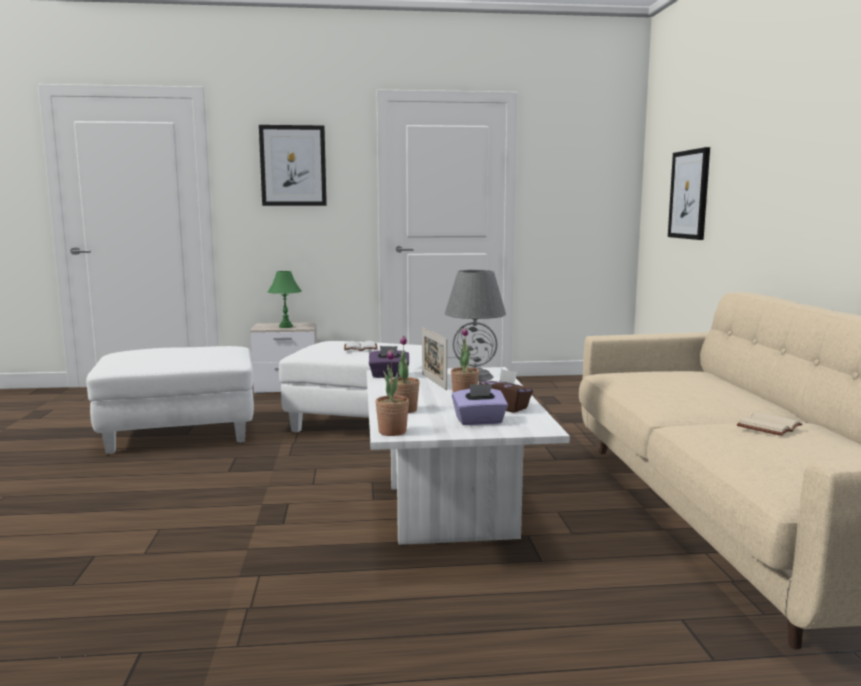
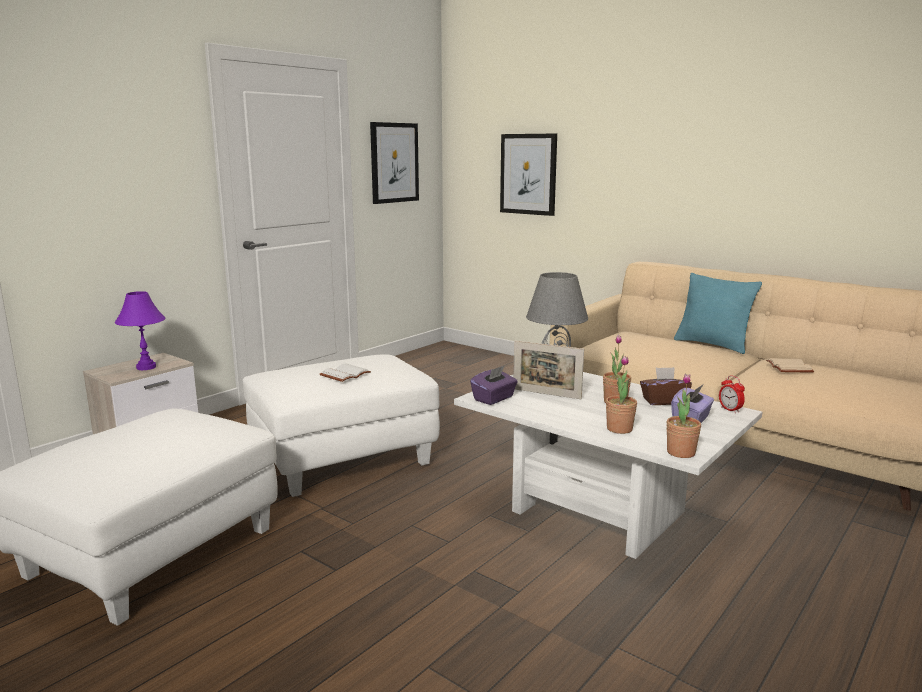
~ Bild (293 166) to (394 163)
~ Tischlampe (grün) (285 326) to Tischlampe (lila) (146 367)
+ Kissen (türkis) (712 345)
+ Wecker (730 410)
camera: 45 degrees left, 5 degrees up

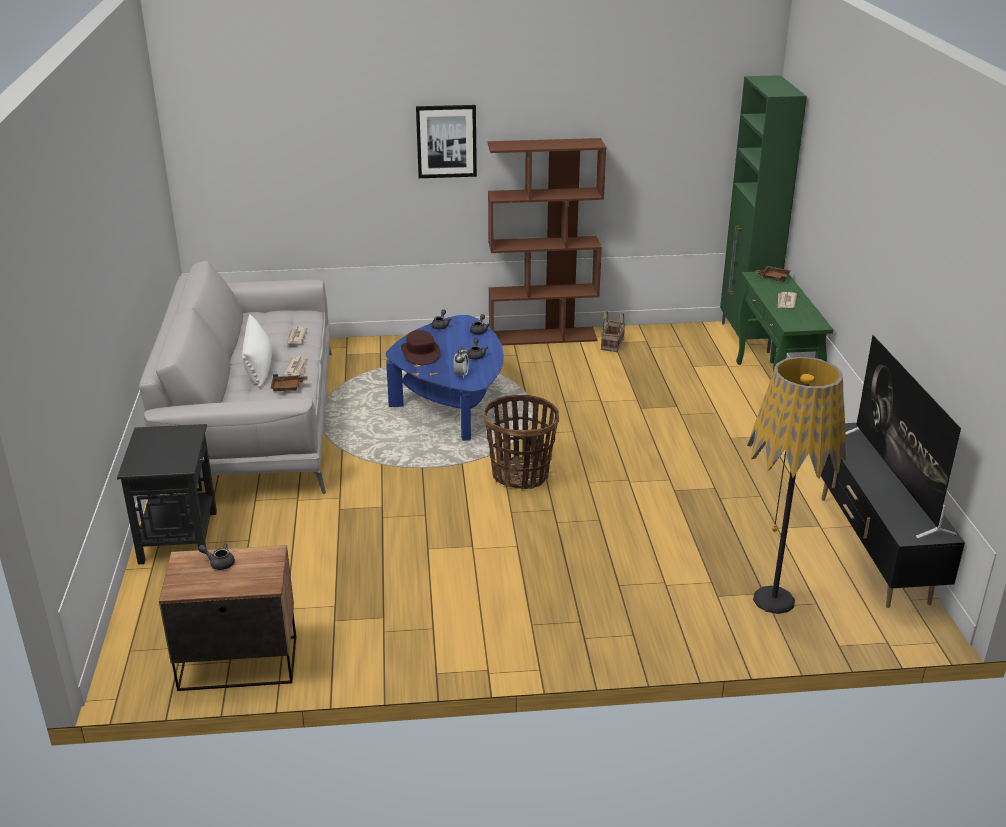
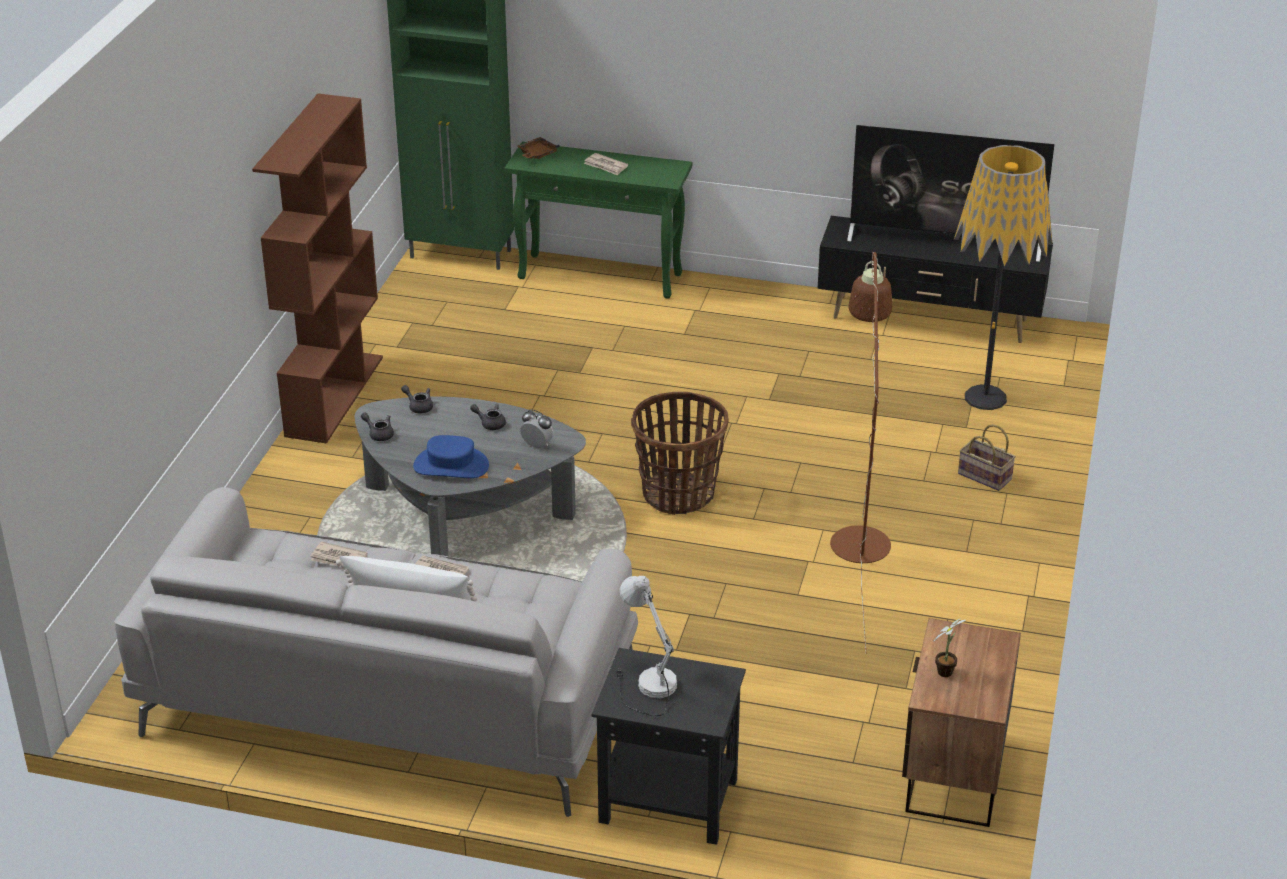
- Bild (446 141)
~ Korb (612 344) to (983 476)
~ Couchtisch (blau) (452 402) to Couchtisch (grau) (465 509)
~ Hut (braun) (420 353) to Hut (blau) (451 465)
- Tablett (braun) (288 387)
~ Teekanne (grau) (219 563) to Topfpflanze (946 671)
+ Stehlampe (braun) (859 534)
+ Tischlampe (weiß) (644 685)
camera: 70 degrees left, 5 degrees up

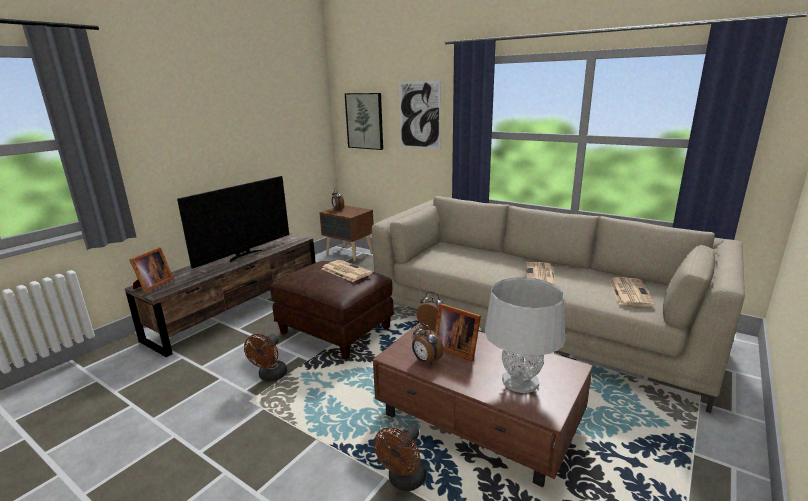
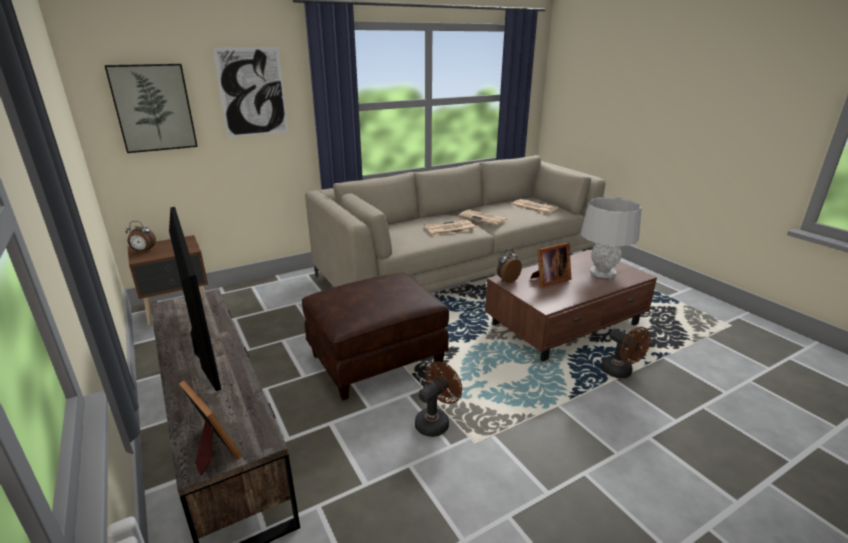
~ Zeitung (345 271) to (449 228)
- Wecker (426 361)
~ Ventilator (braun) (270 376) = (435 421) 90 degrees counterclockwise
camera: 65 degrees left, 5 degrees up

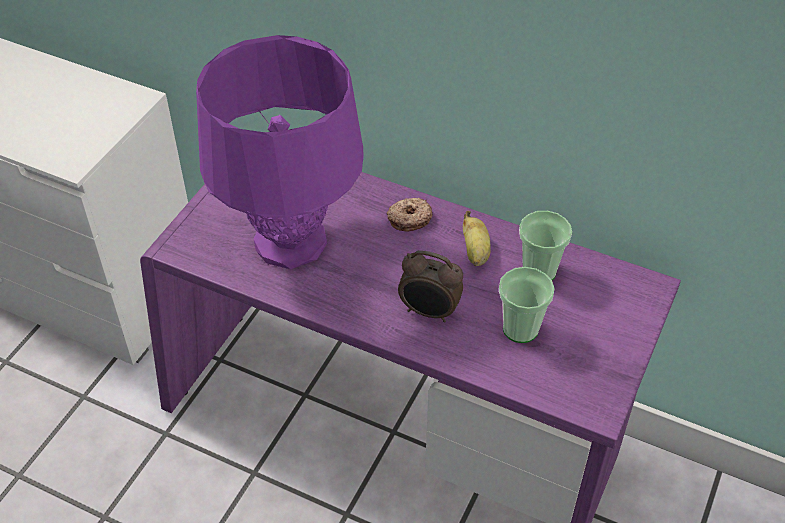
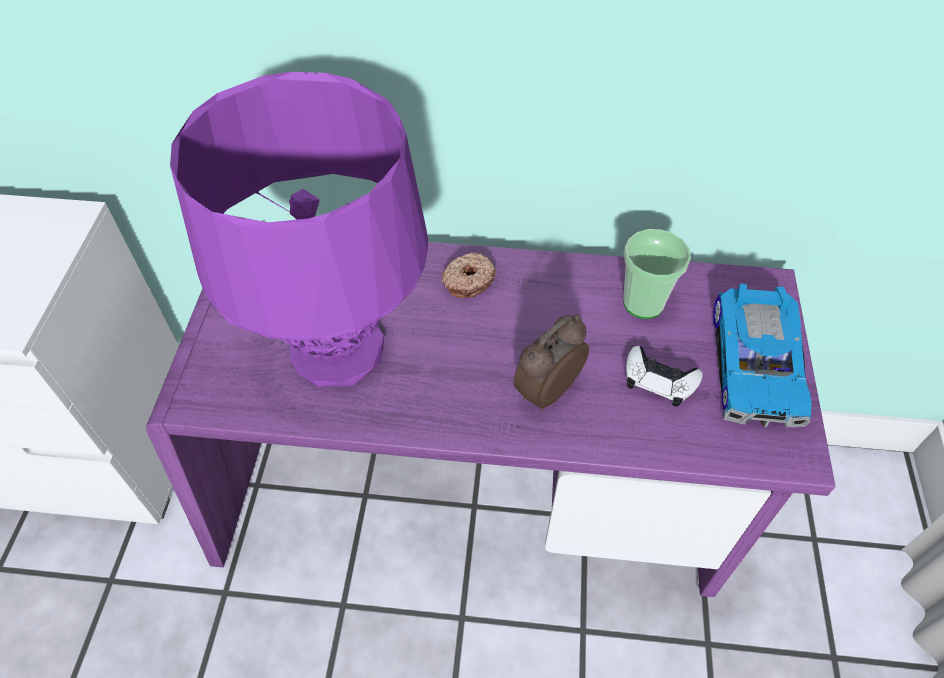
- Banane (475 252)
~ Wecker (429 312) = (546 391) 135 degrees clockwise
~ Tasse (520 329) to Gamepad (weiß) (659 380)
+ Spielzeugauto (758 364)
camera: 20 degrees left, 5 degrees up

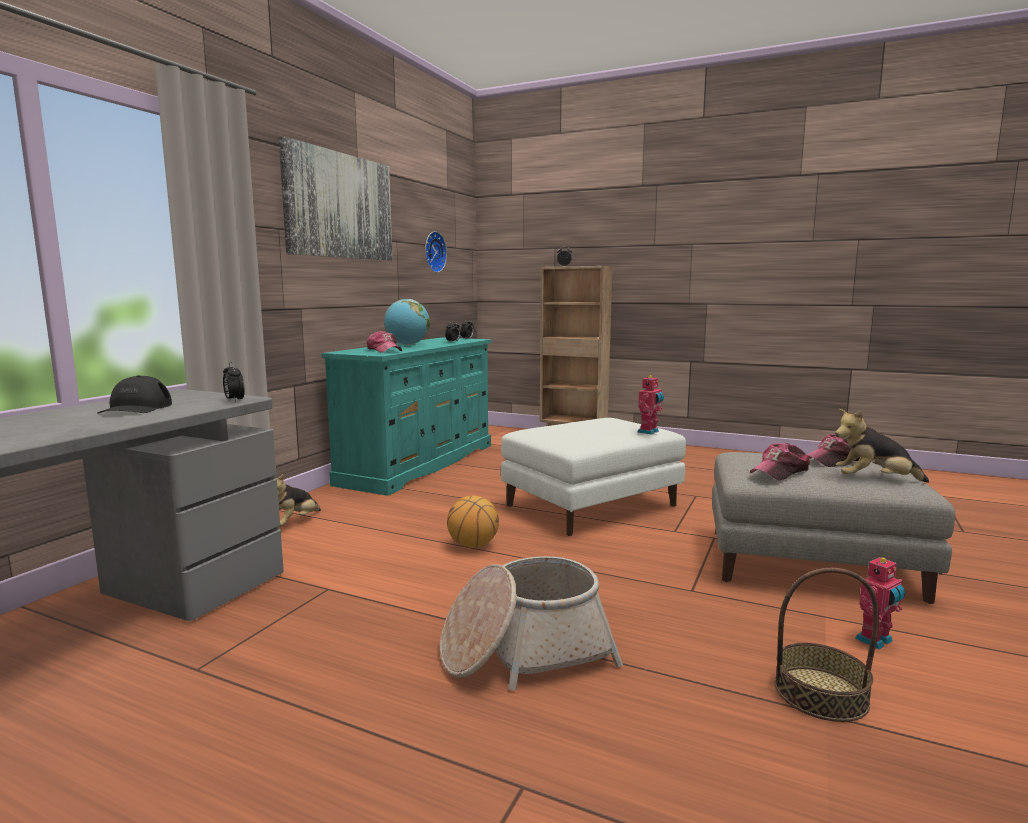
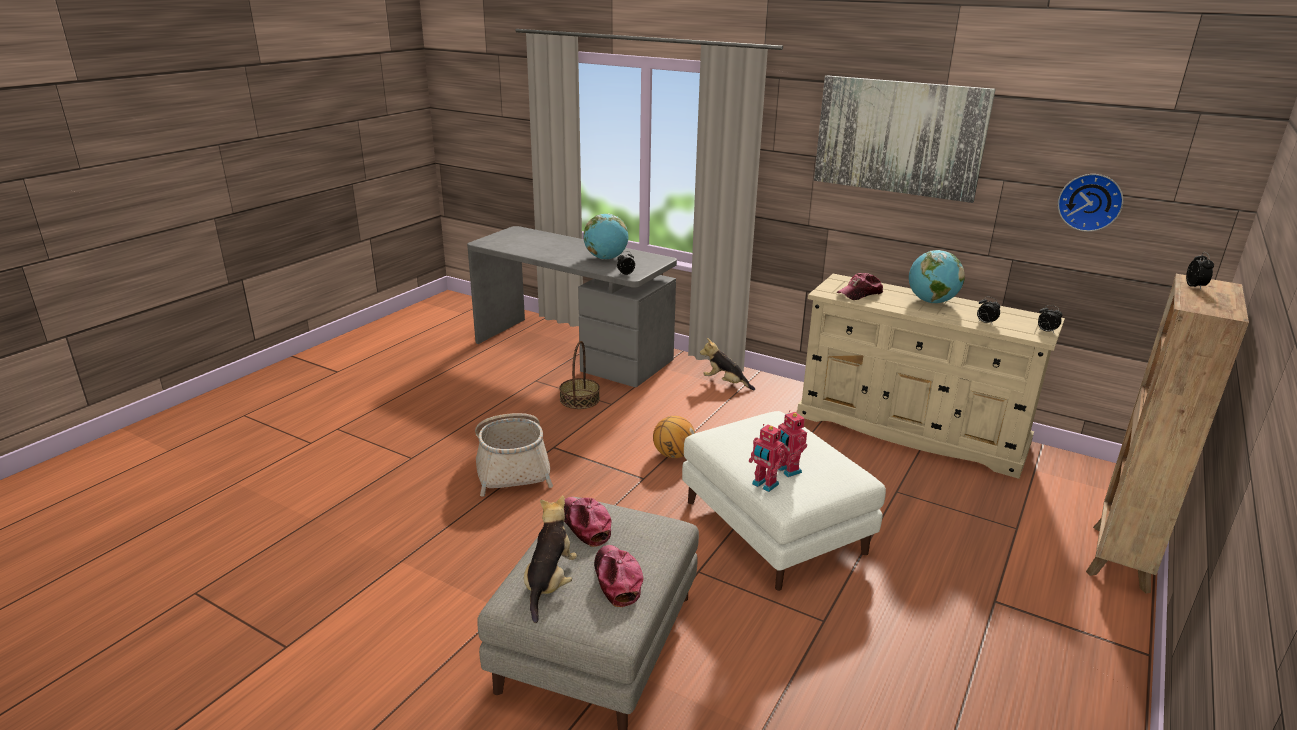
~ Kommode (türkis) (420 463) to Kommode (beige) (912 430)
~ Kappe (schwarz) (136 408) to Globus (606 258)
~ Spielzeugroboter (876 641) to (787 470)
~ Korb (820 693) to (579 399)
camera: 95 degrees right, 15 degrees up

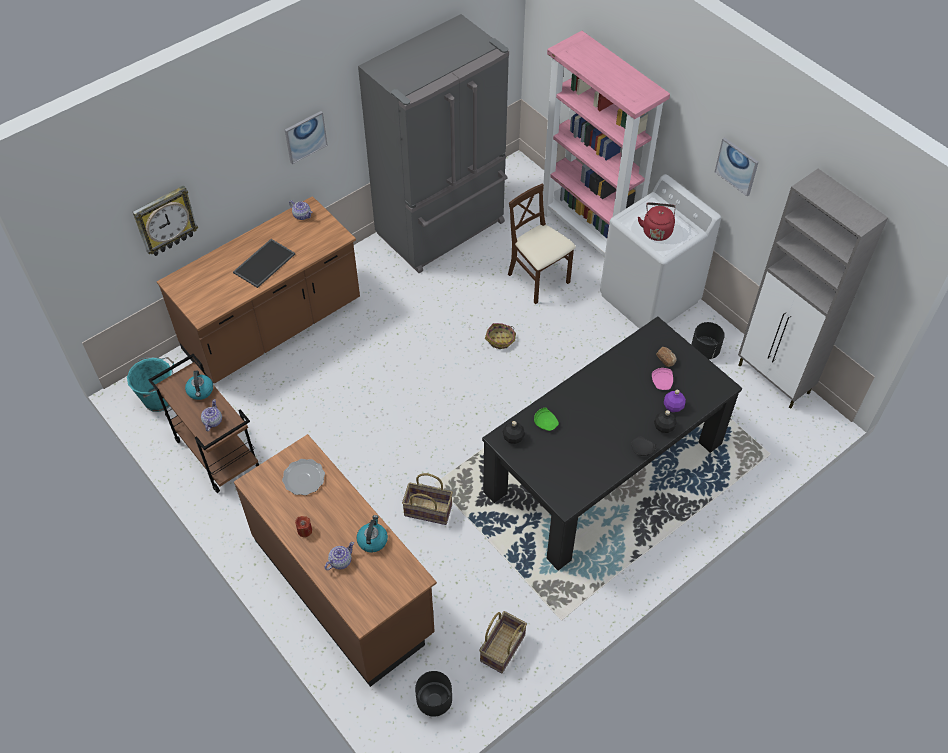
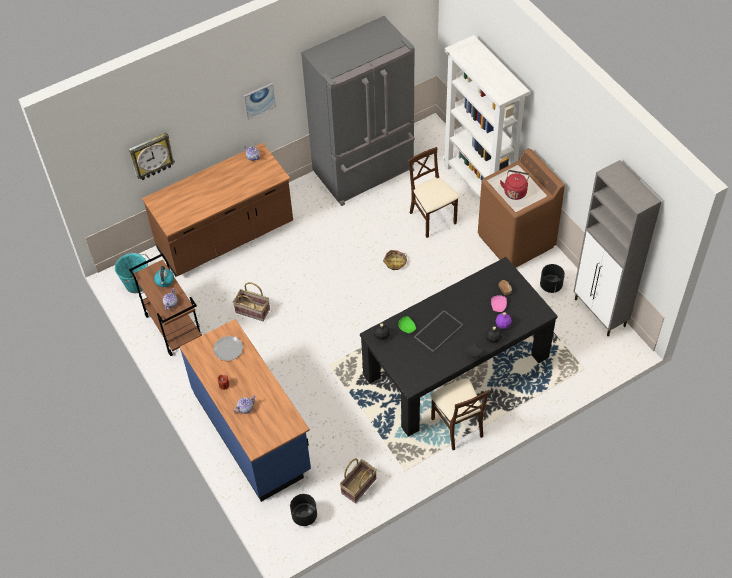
~ Bücherregal (rosa) (589 233) to Bücherregal (weiß) (479 185)
- Bild (737 166)
~ Waschmaschine (weiß) (650 298) to Waschmaschine (braun) (516 241)
~ Tablett (264 262) to (438 330)
~ Küchenzeile (braun) (344 586) to Küchenzeile (blau) (252 431)
~ Korb (428 510) to (253 310)
- Wasserkessel (372 540)
+ Stuhl (beige) (457 426)
camera: 10 degrees right, 0 degrees up

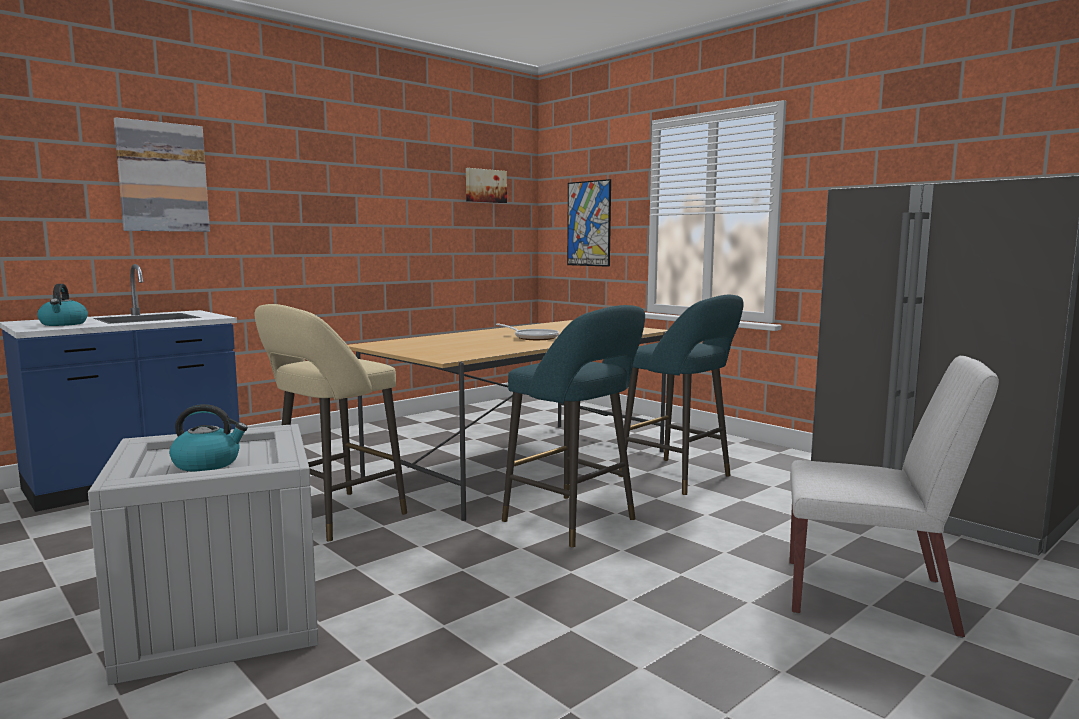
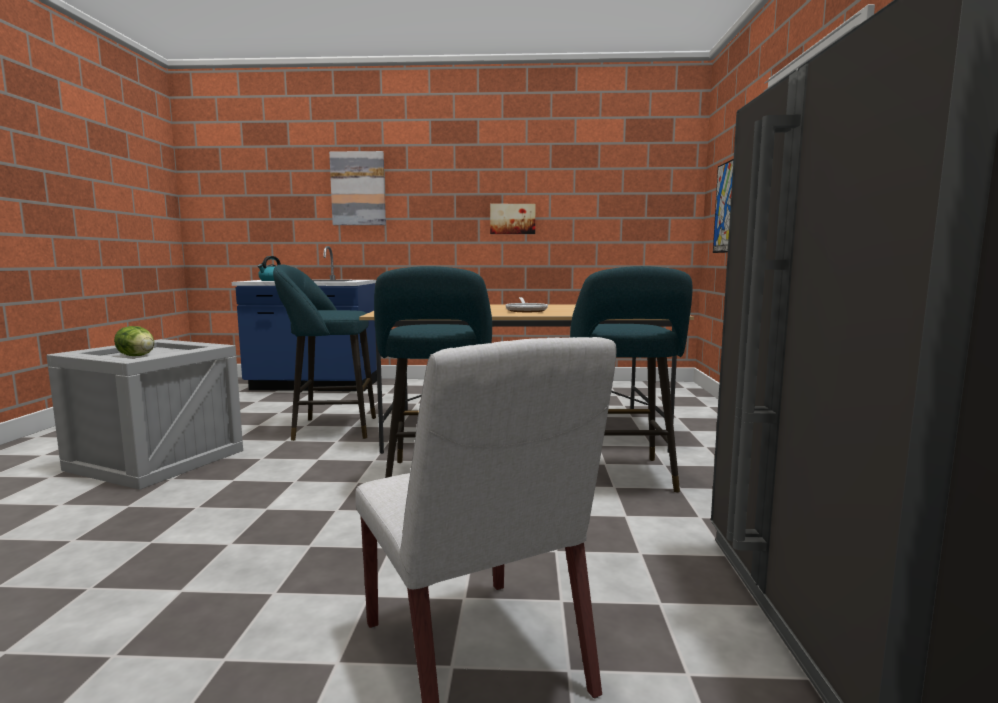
~ Bild (485 186) to (512 219)
~ Hocker (beige) (333 517) to Hocker (türkis) (330 428)
~ Wasserkessel (208 463) to Salatkopf (137 356)
camera: 45 degrees right, 0 degrees up

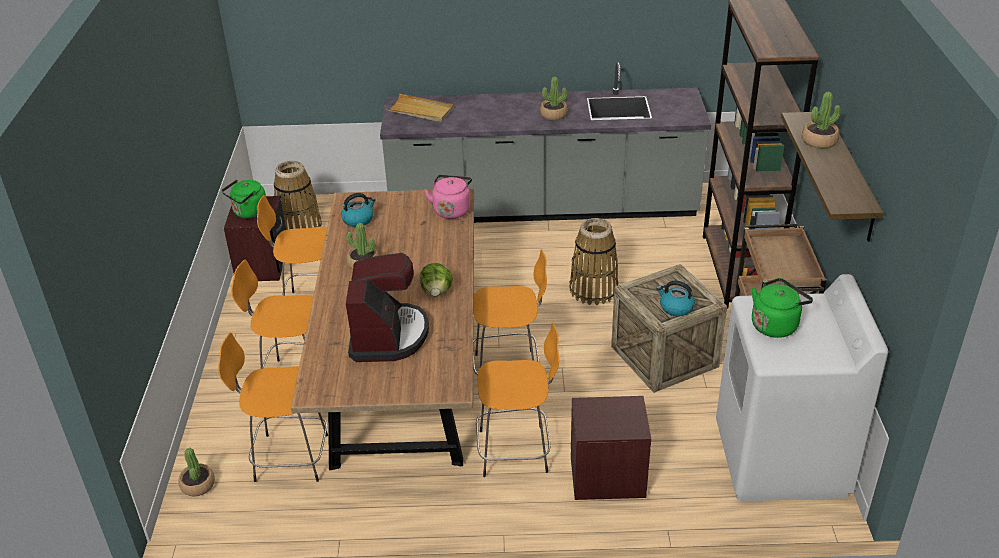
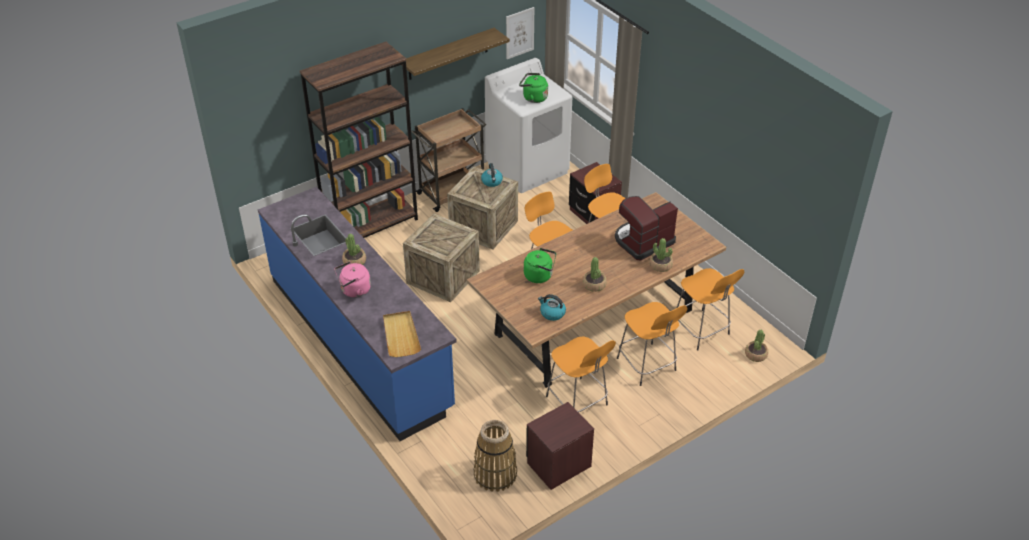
~ Küchenzeile (grau) (543 208) to Küchenzeile (blau) (360 342)
~ Topfpflanze (819 141) to (660 265)
~ Wasserkessel (rosa) (452 210) to (354 290)
~ Wasserkessel (grün) (249 213) to (540 276)
~ Korb (593 290) to Kiste (443 277)
- Salatkopf (437 292)
+ Bild (519 33)
camera: 125 degrees left, 5 degrees up

